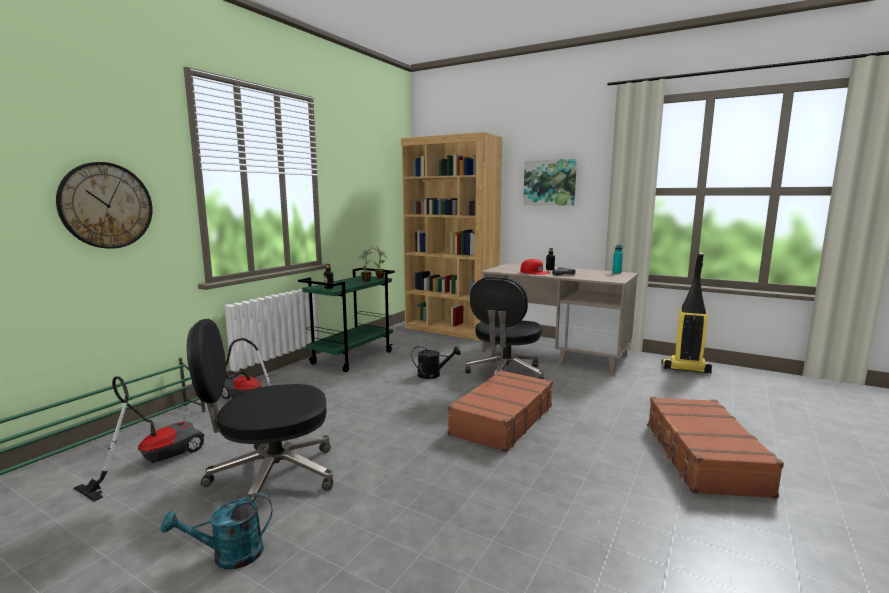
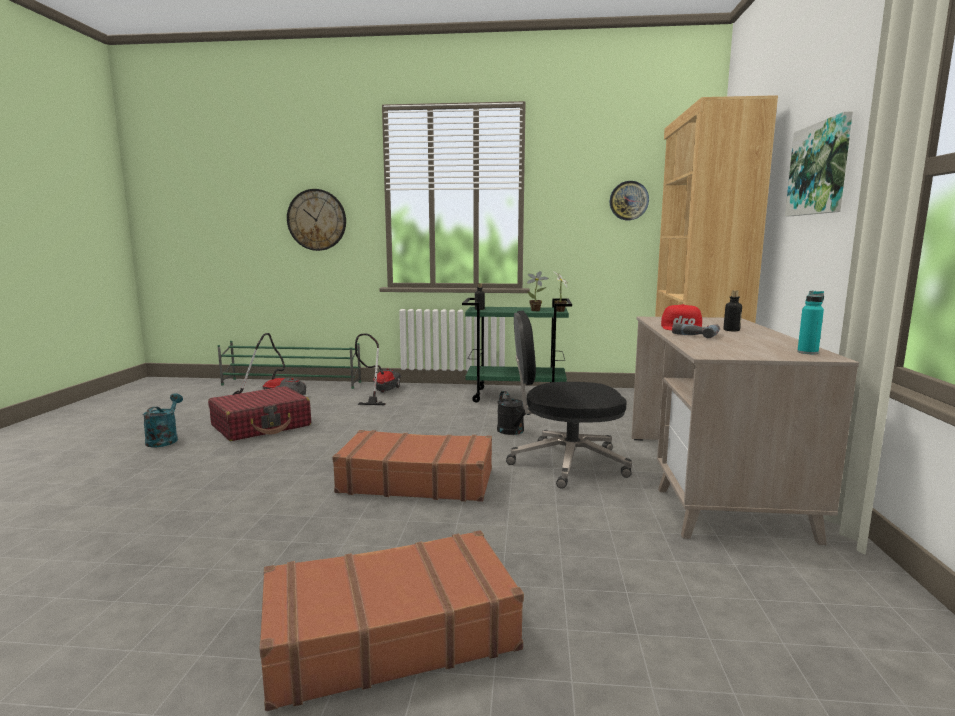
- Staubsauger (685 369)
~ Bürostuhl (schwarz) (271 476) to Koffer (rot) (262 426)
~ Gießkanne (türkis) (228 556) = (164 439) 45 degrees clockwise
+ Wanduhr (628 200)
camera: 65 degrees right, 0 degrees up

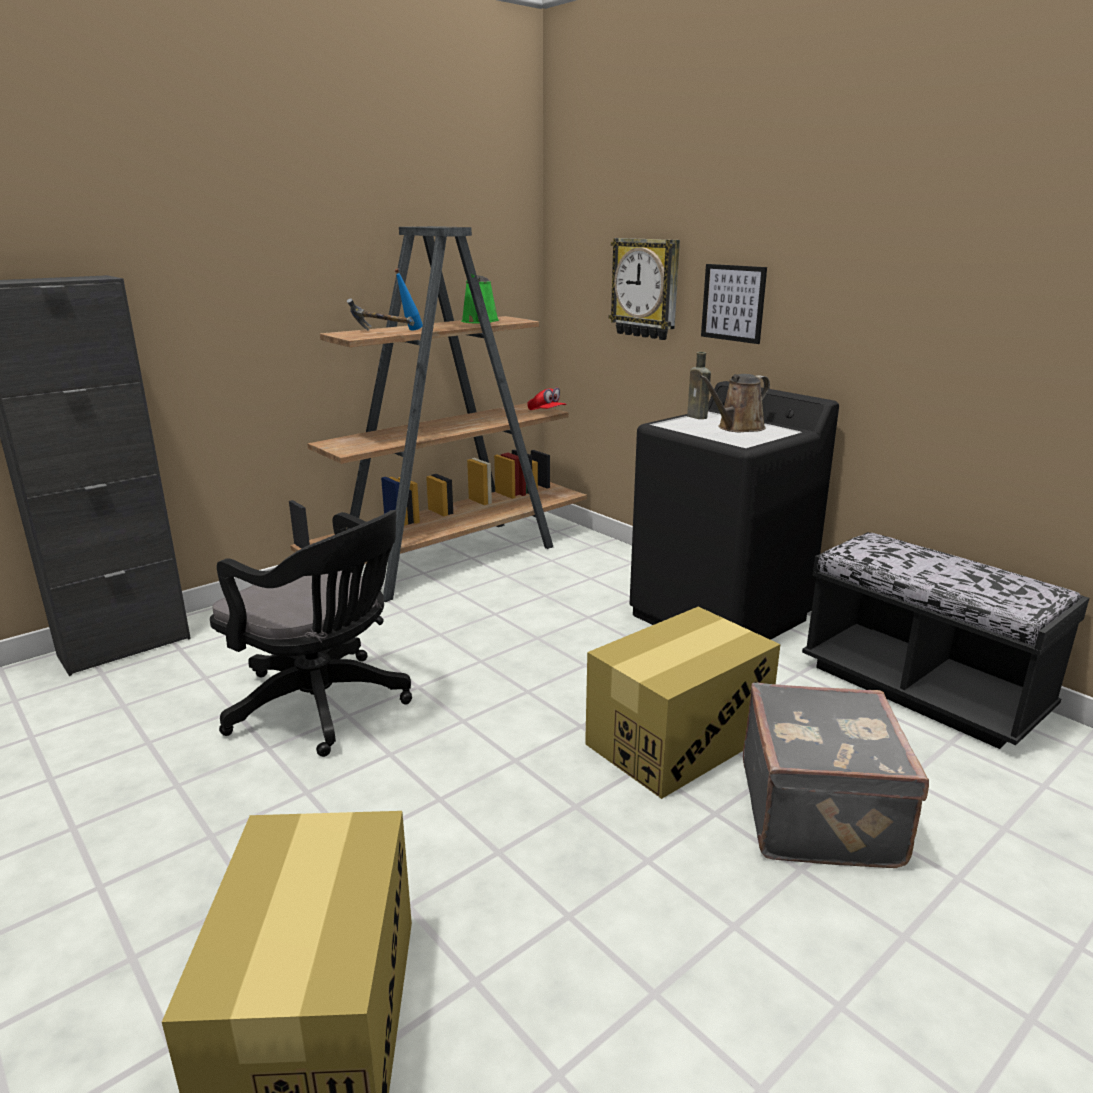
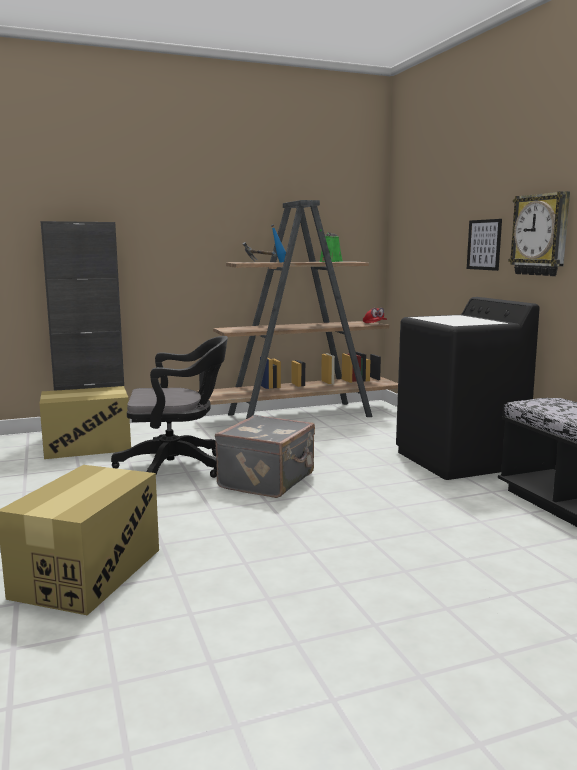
~ Wanduhr (646 288) to (540 235)
- Flasche (braun) (698 417)
- Gießkanne (braun) (737 428)
~ Bürostuhl (schwarz) (325 706) = (177 467) 60 degrees counterclockwise
~ Karton (677 740) to (87 446)
~ Koffer (grau) (821 813) to (268 481)
camera: 20 degrees right, 10 degrees down

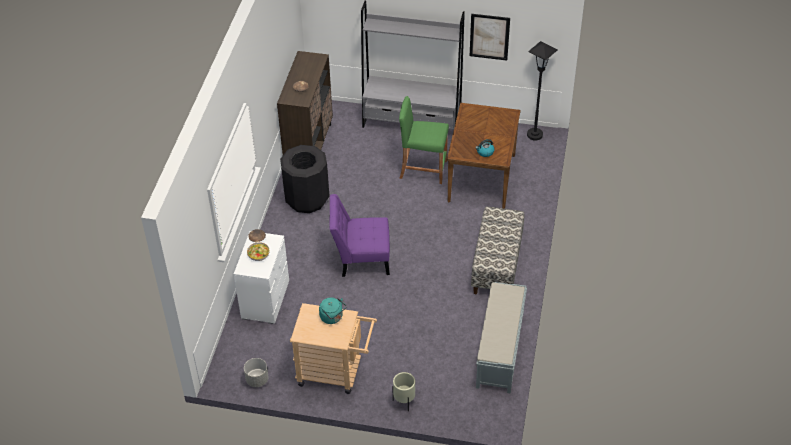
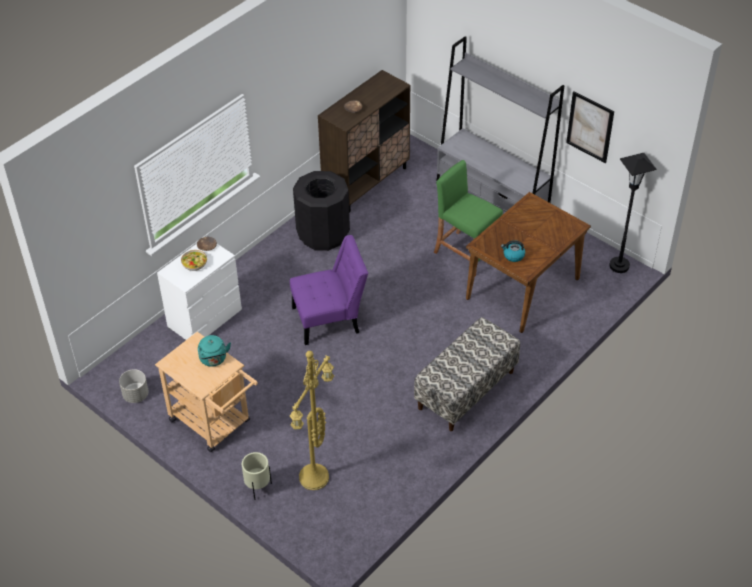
~ Stuhl (lila) (361 258) = (330 319) 135 degrees clockwise
- Bank (grau) (500 350)
+ Stehlampe (gelb) (315 479)
camera: 30 degrees right, 0 degrees up

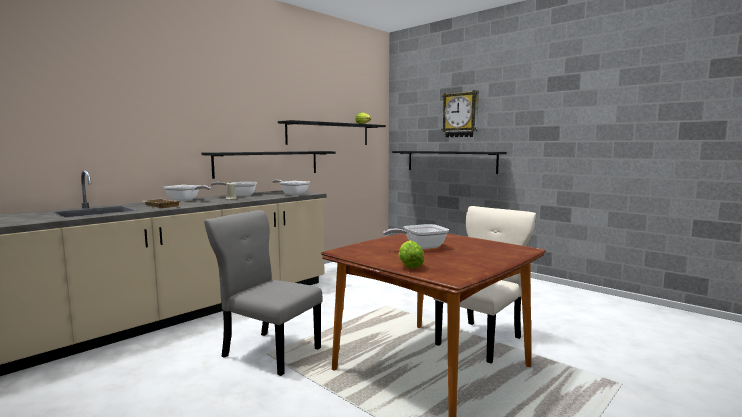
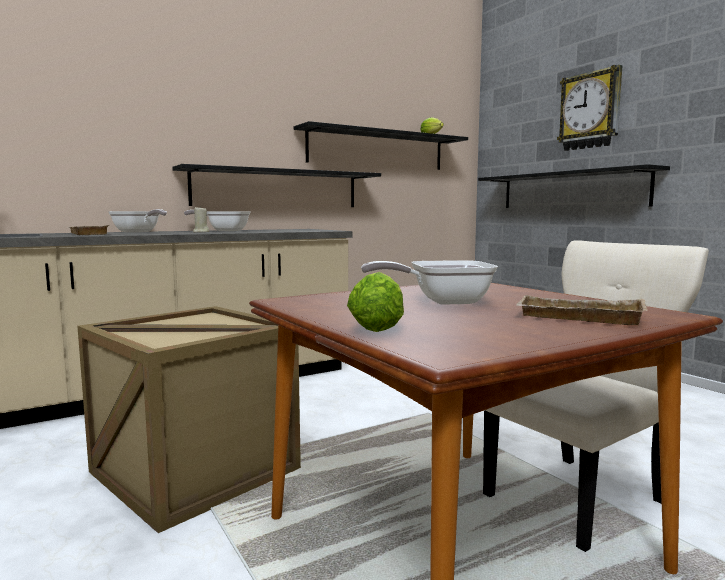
- Pfanne (292 194)
~ Stuhl (grau) (269 351) to Kiste (196 469)
+ Tablett (beige) (577 318)
camera: 15 degrees right, 0 degrees up

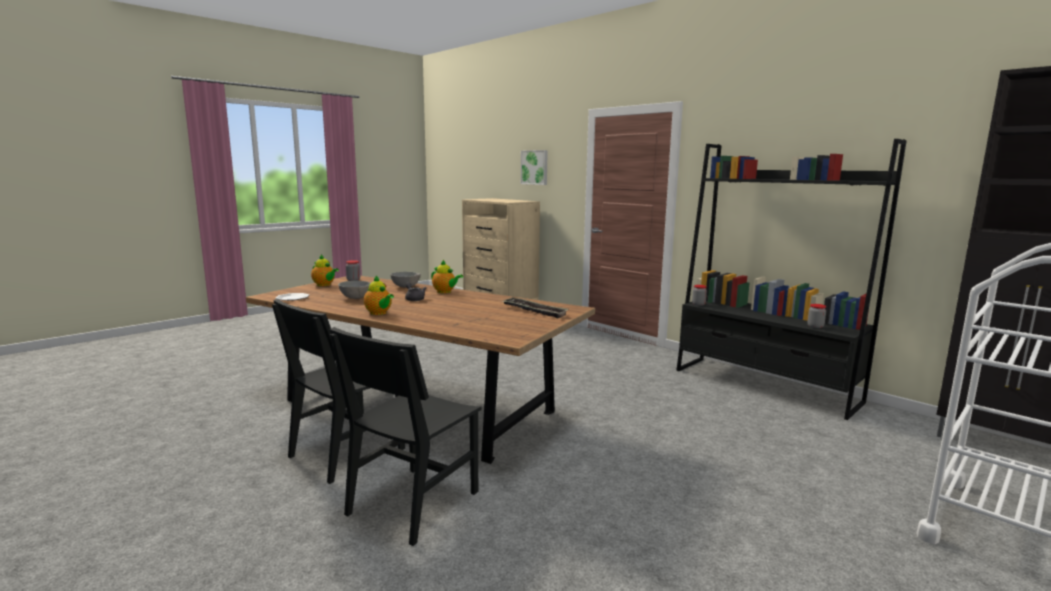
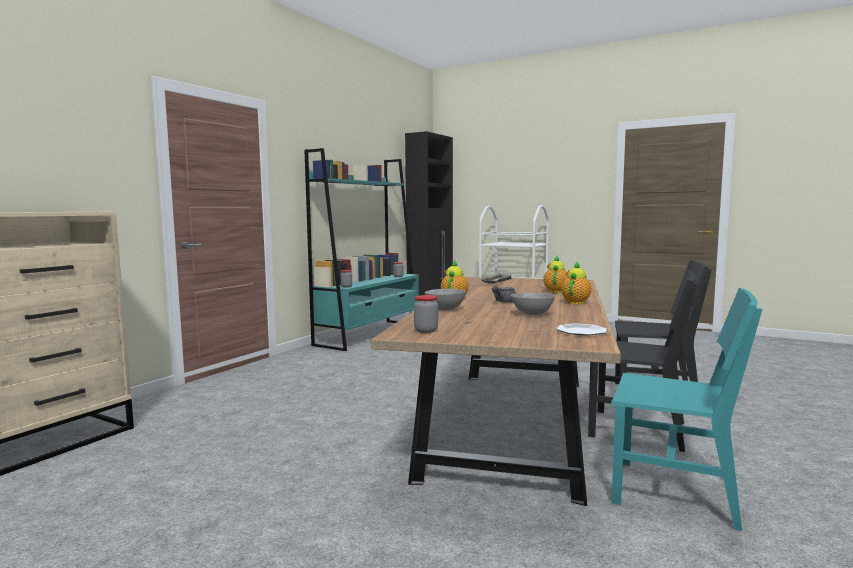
~ Bücherregal (schwarz) (764 385) to Bücherregal (türkis) (369 334)
- Bild (535 167)
~ Teekanne (324 285) to (556 291)
+ Stuhl (türkis) (675 493)
camera: 105 degrees left, 5 degrees down

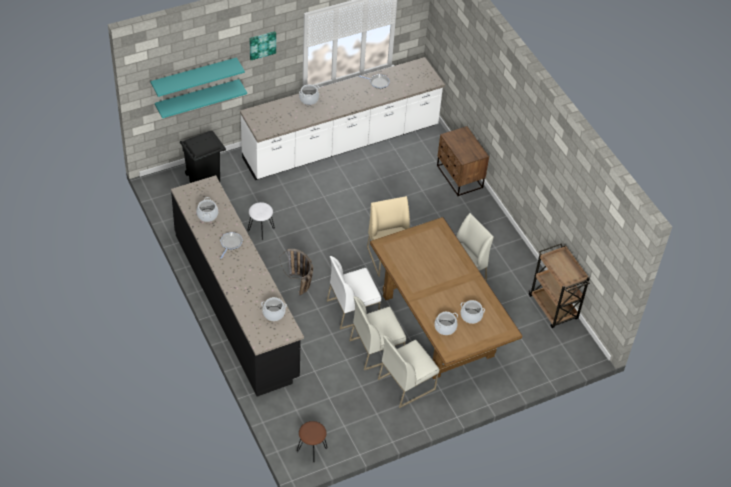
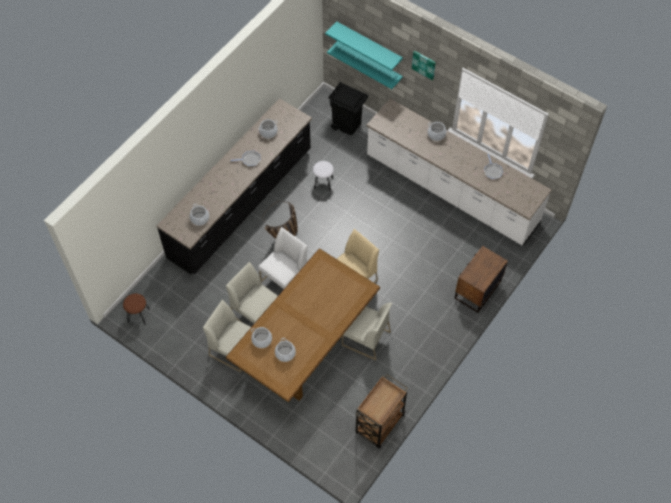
~ Stuhl (weiß) (352 309) = (285 279) 90 degrees clockwise
camera: 65 degrees right, 10 degrees up

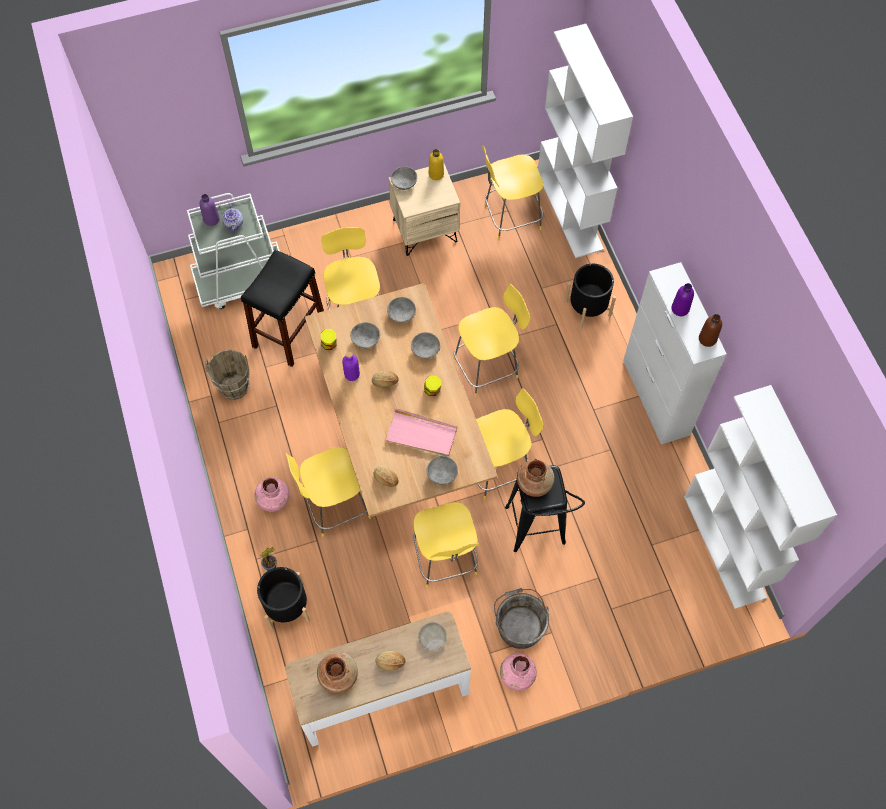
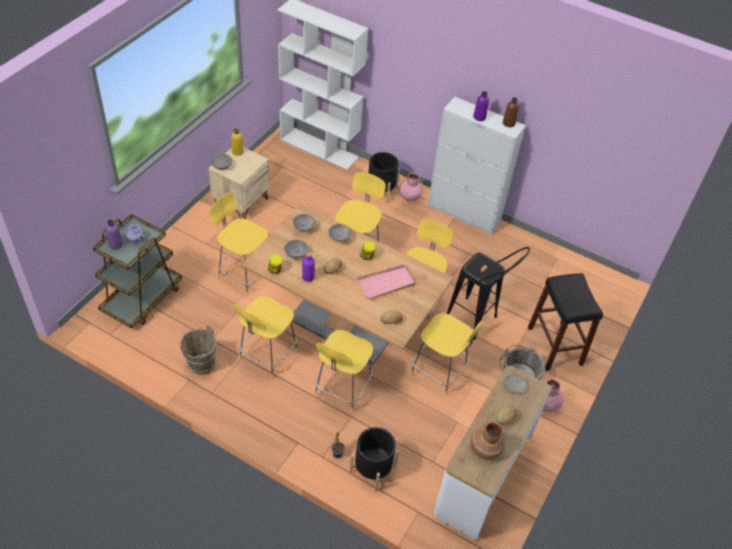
~ Stuhl (gelb) (510 217) to (267 355)
~ Rollwagen (weiß) (242 281) to Rollwagen (braun) (142 299)
~ Hocker (schwarz) (289 332) to (555 346)
- Bücherregal (weiß) (725 546)
- Schüssel (grau) (442 474)
- Vase (braun) (534 483)
~ Vase (rosa) (273 500) to (409 197)
camera: 45 degrees left, 15 degrees down

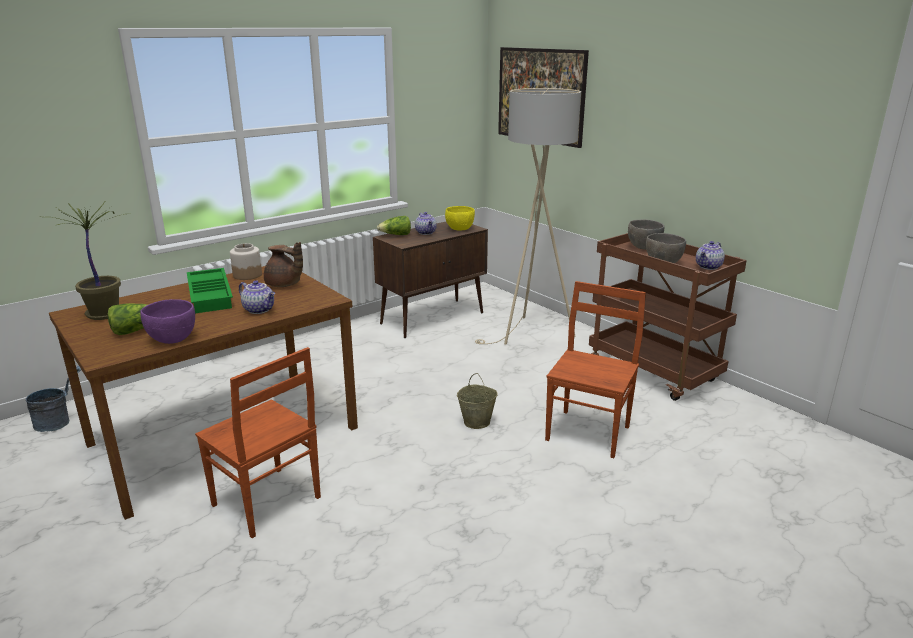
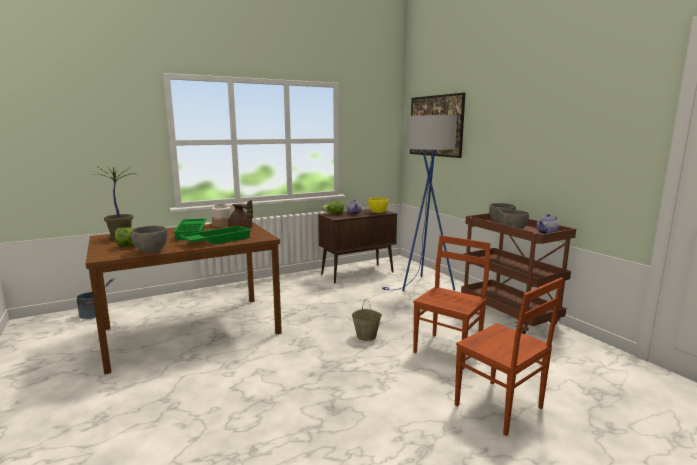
~ Stehlampe (beige) (530 335) to Stehlampe (blau) (423 287)
~ Teekanne (260 310) to Tablett (grün) (216 240)
~ Schüssel (lila) (172 339) to Schüssel (grau) (151 251)
~ Stuhl (braun) (266 503) to (499 407)
camera: 10 degrees right, 10 degrees down

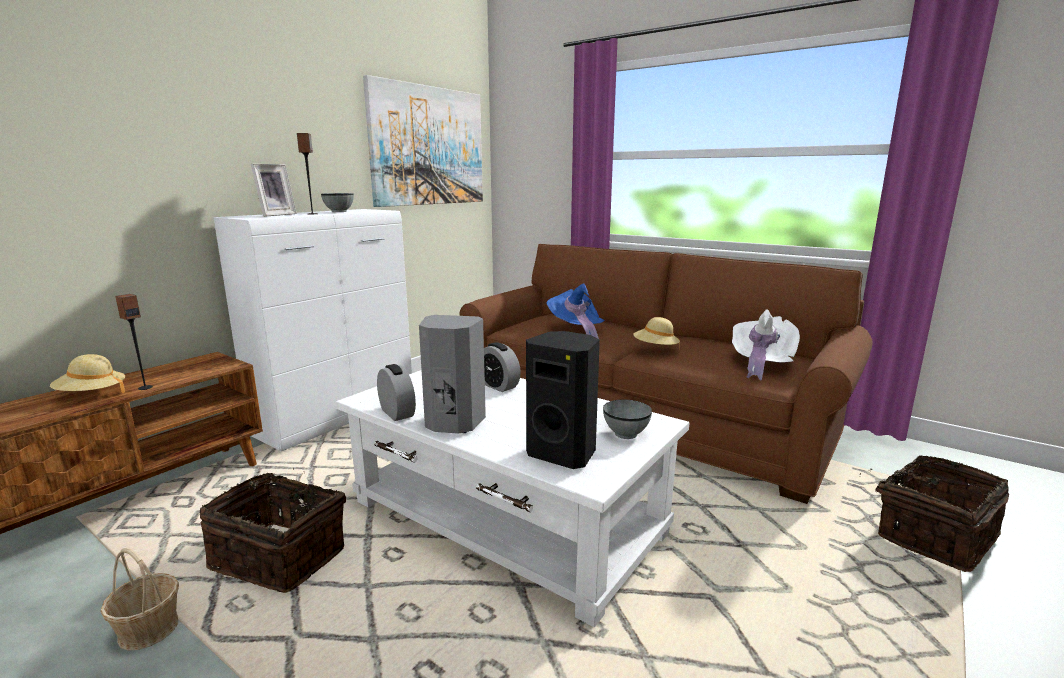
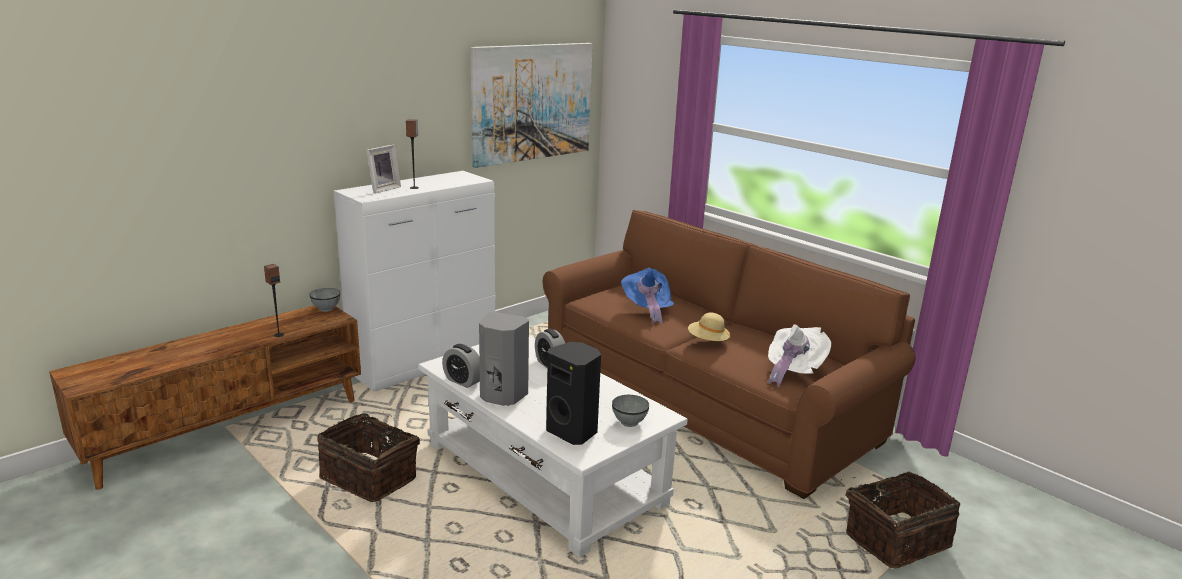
~ Schüssel (grau) (339 211) to (326 309)
- Hut (beige) (92 394)
~ Wecker (397 413) = (463 381) 150 degrees clockwise
- Korb (149 629)
camera: 10 degrees right, 5 degrees up

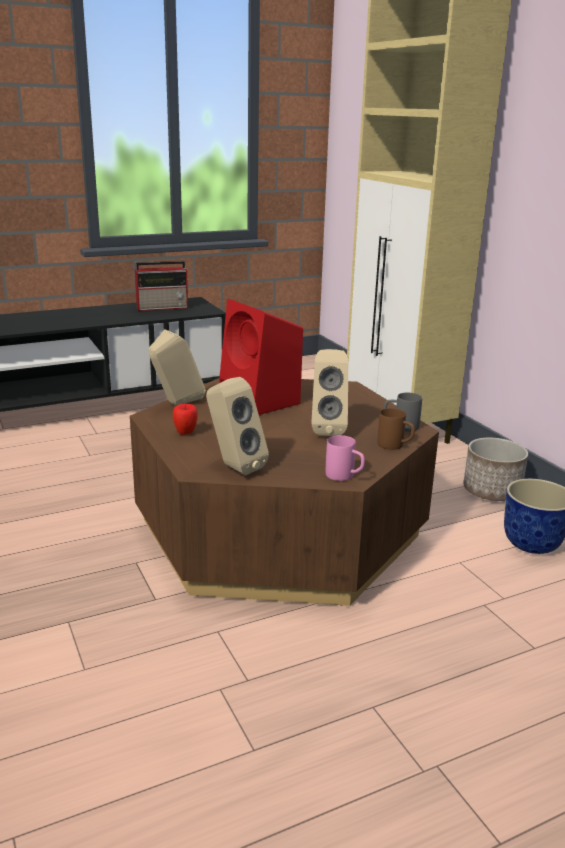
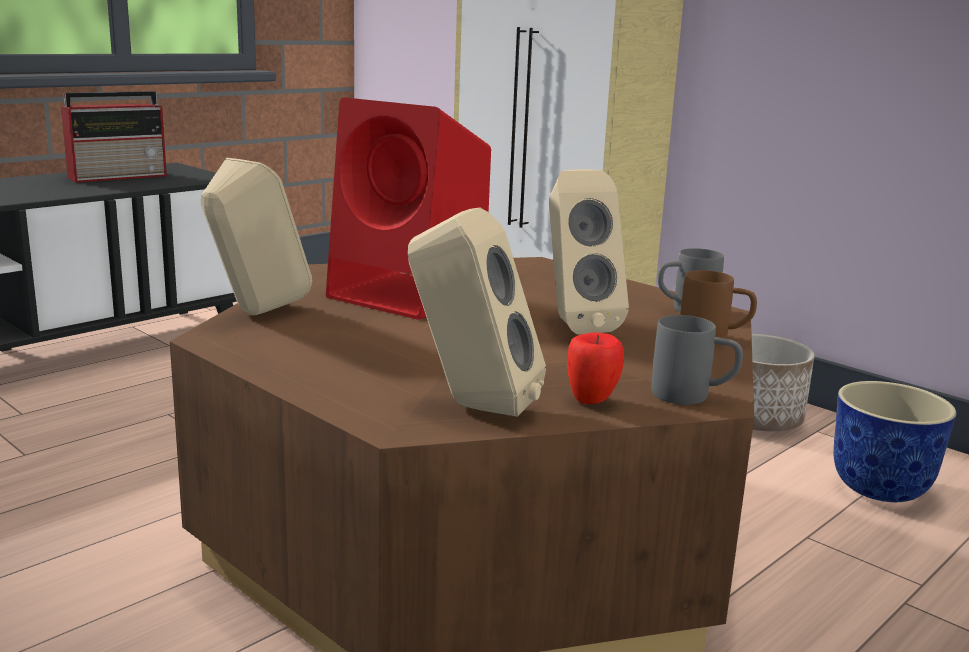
~ Apfel (185 433) to (592 401)
~ Henkelbecher (rosa) (345 477) to Henkelbecher (grau) (693 396)
camera: 20 degrees left, 5 degrees down

